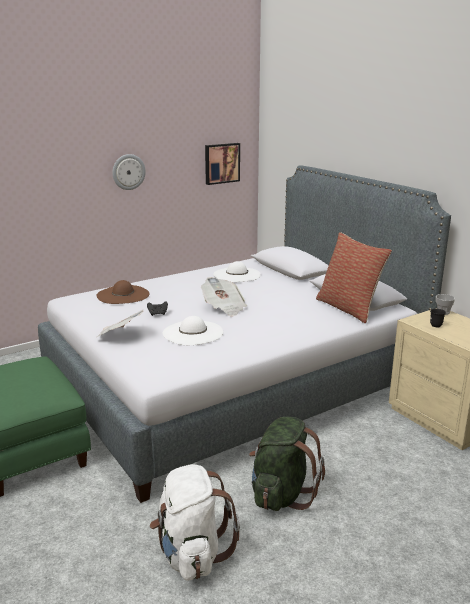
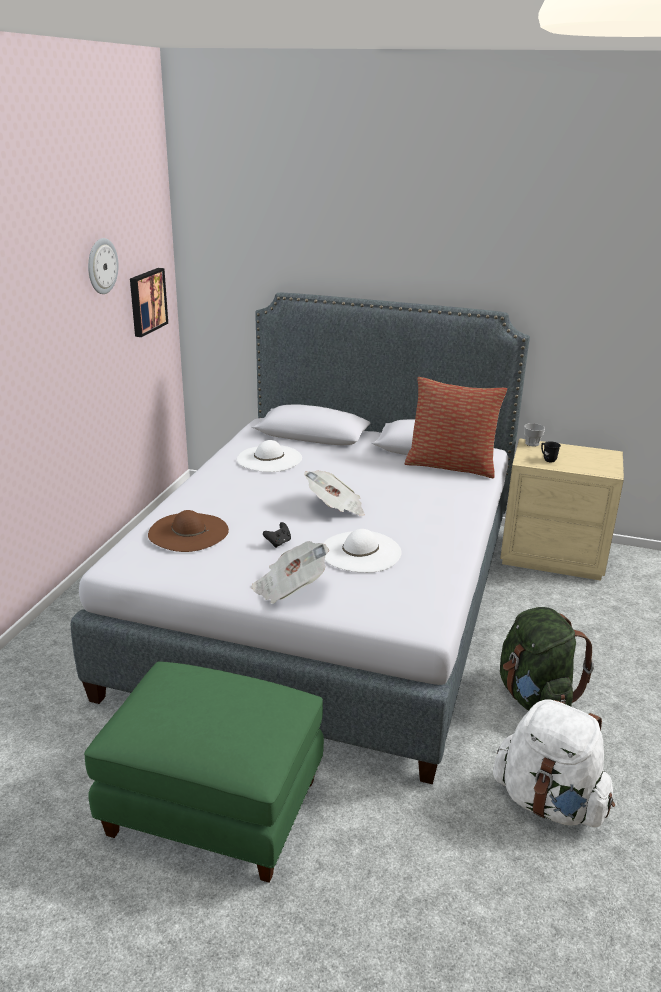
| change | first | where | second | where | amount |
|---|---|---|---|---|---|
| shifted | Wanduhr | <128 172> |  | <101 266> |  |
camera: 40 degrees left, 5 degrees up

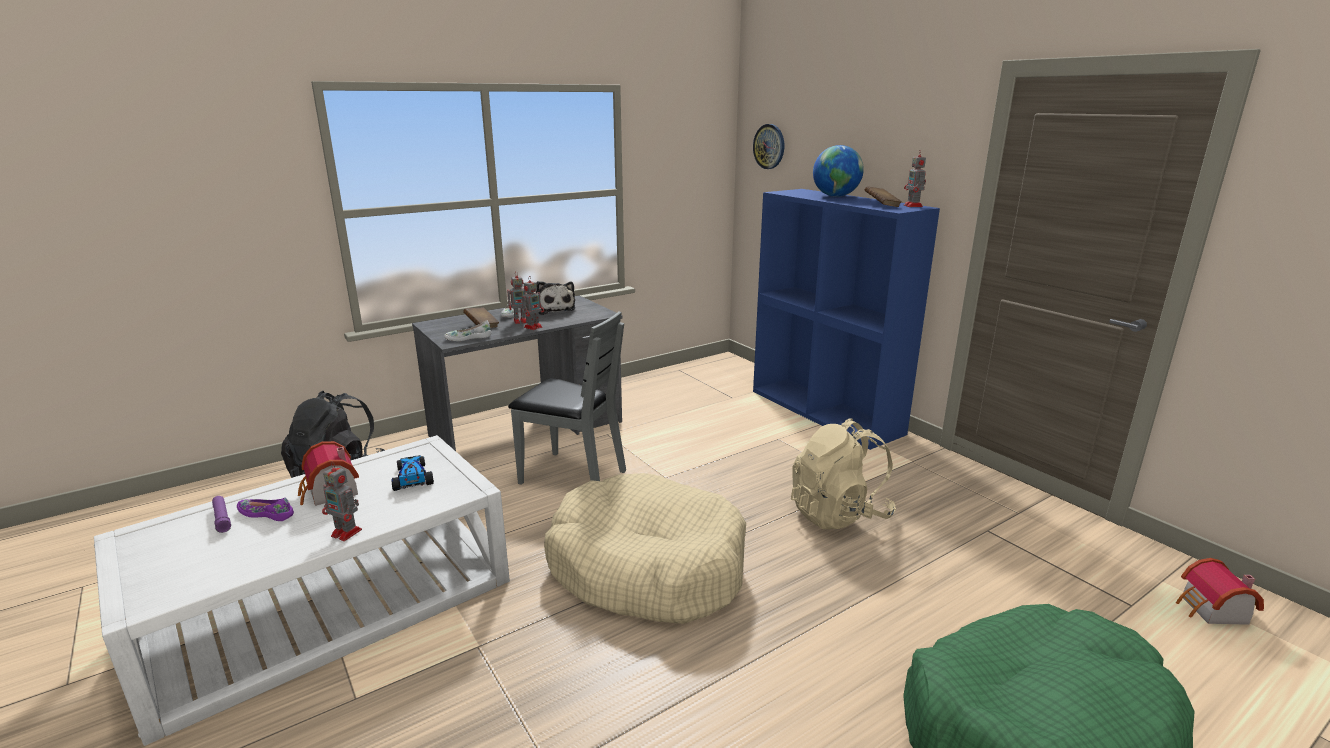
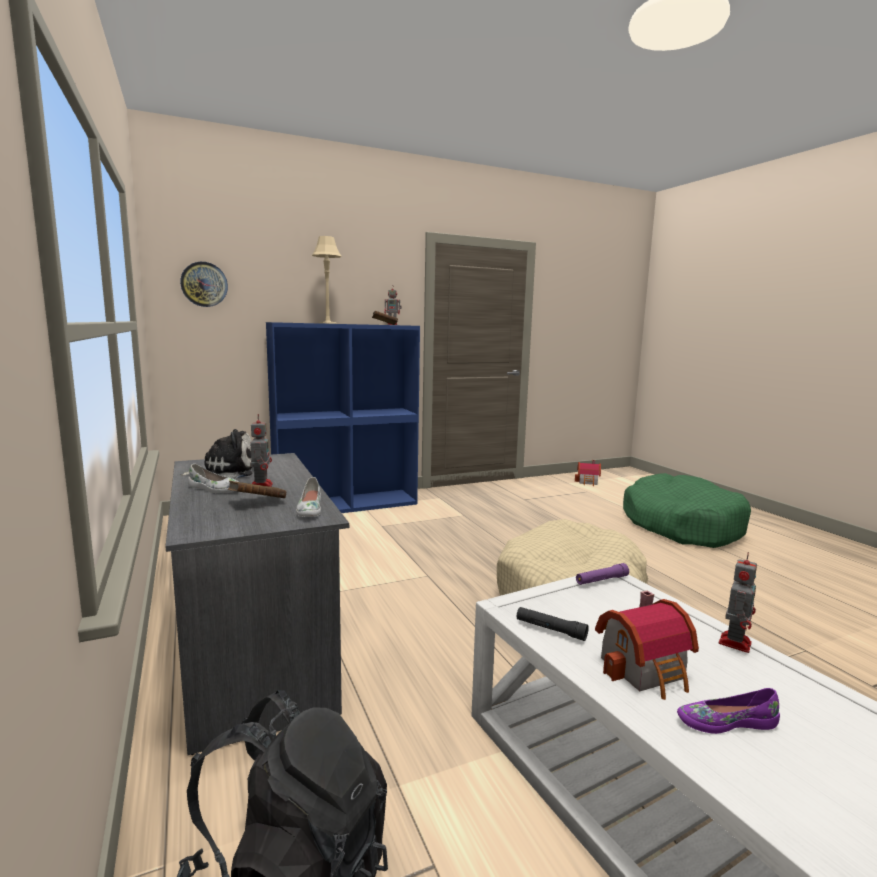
| change | first | where | second | where | amount |
|---|---|---|---|---|---|
| swapped | Globus | <835 196> | Tischlampe [beige] | <327 323> |  |
| gone | Spielzeugroboter | <533 327> |  |  |  |
| gone | Stuhl [grau] | <572 476> |  |  |  |
| gone | Rucksack [beige] | <838 514> |  |  |  |
| gone | Spielzeugauto | <412 476> |  |  |  |
| shifted | Taschenlampe [lila] | <222 518> |  | <601 580> |  |
| rotated | Schuh [lila] | <266 513> |  | <725 721> | 60 degrees clockwise |
| new |  |  | Taschenlampe [schwarz] | <550 629> |  |
camera: 80 degrees left, 10 degrees down

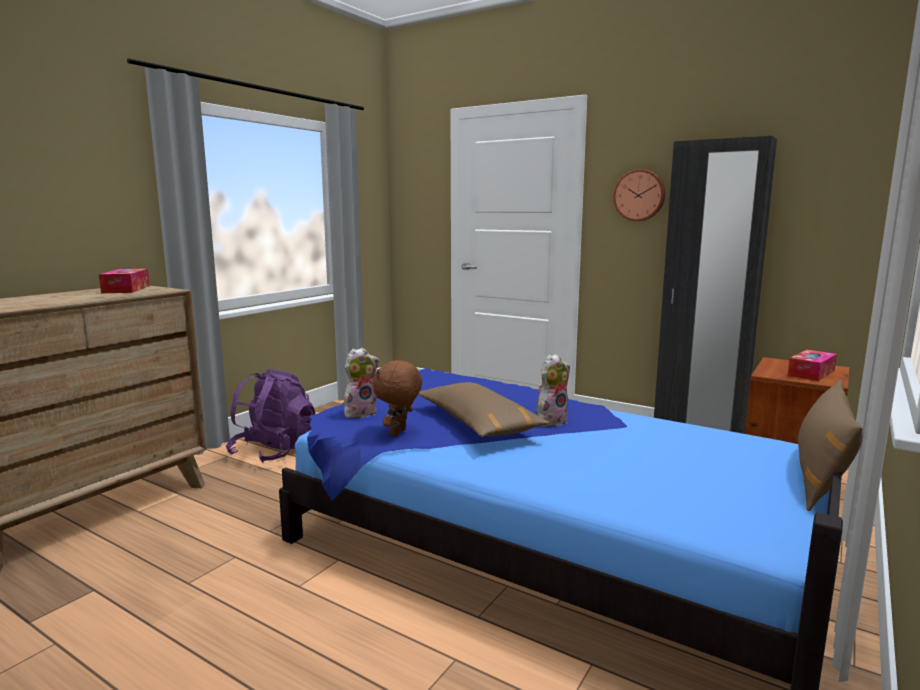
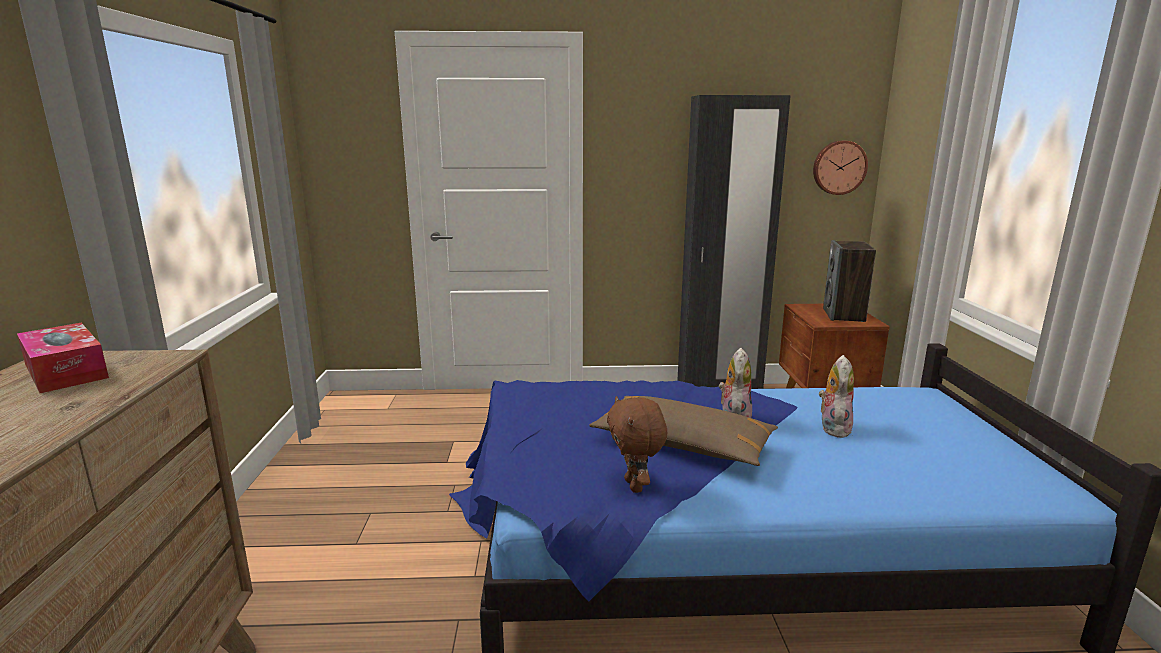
| change | first | where | second | where | amount |
|---|---|---|---|---|---|
| shifted | Wanduhr | <639 195> |  | <839 167> |  |
| shifted | Plüschtier | <360 413> |  | <832 428> |  |
| swapped | Taschentuchbox | <811 373> | Lautsprecher | <844 315> |  |
| gone | Rucksack [lila] | <274 451> |  |  |  |
| gone | Kissen [braun] | <821 477> |  |  |  |
camera: 35 degrees left, 5 degrees up

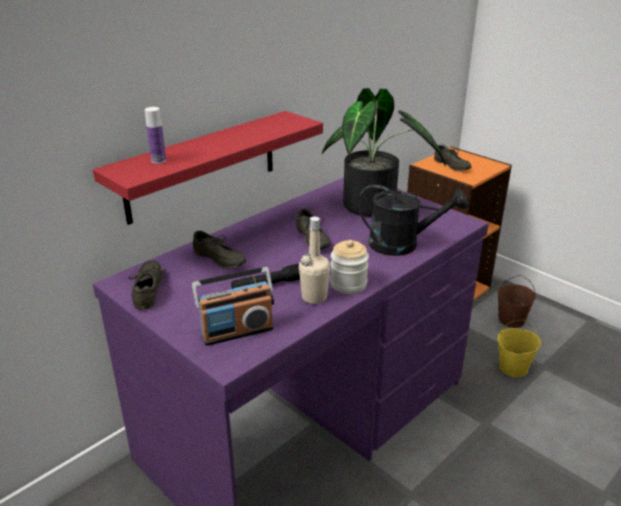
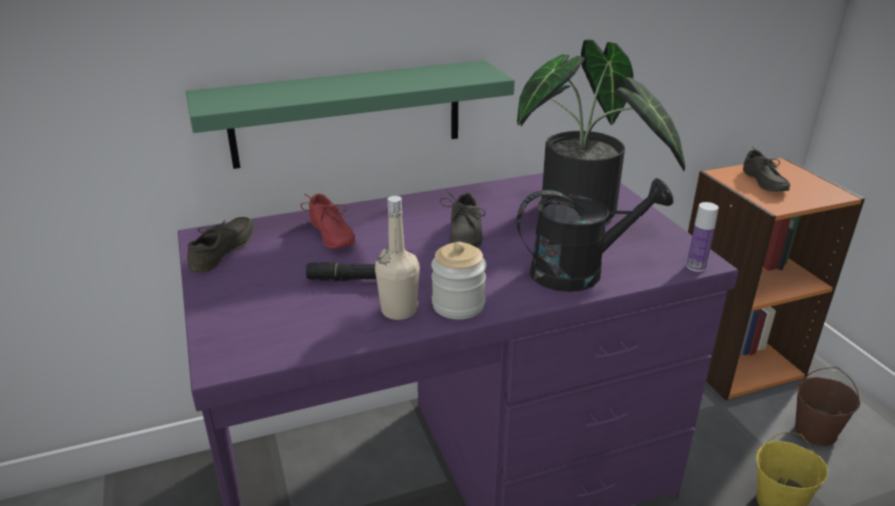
| change | first | where | second | where | amount |
|---|---|---|---|---|---|
| shifted | Flasche | <158 160> |  | <696 266> |  |
| repainted | Wandregal [rot] | <202 166> | Wandregal [grün] | <347 114> |  |
| rotated | Gießkanne [schwarz] | <402 244> |  | <579 271> | 45 degrees counterclockwise |
| repainted | Schuh [grau] | <218 260> | Schuh [rot] | <329 236> |  |
| gone | Radio | <237 332> |  |  |  |
camera: 25 degrees right, 0 degrees up

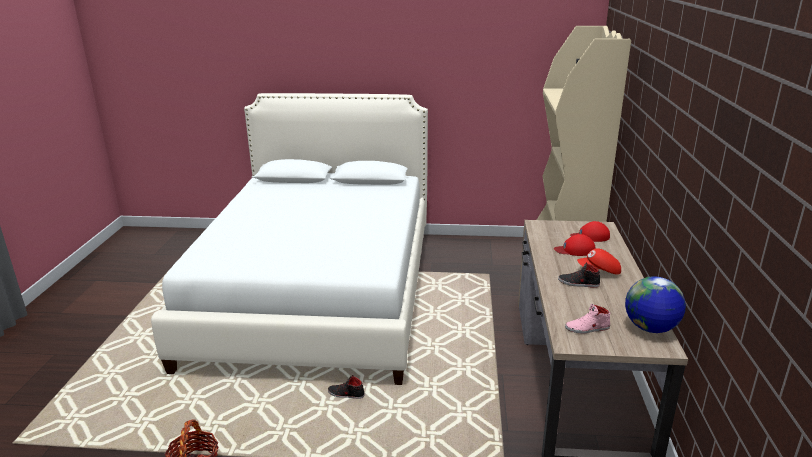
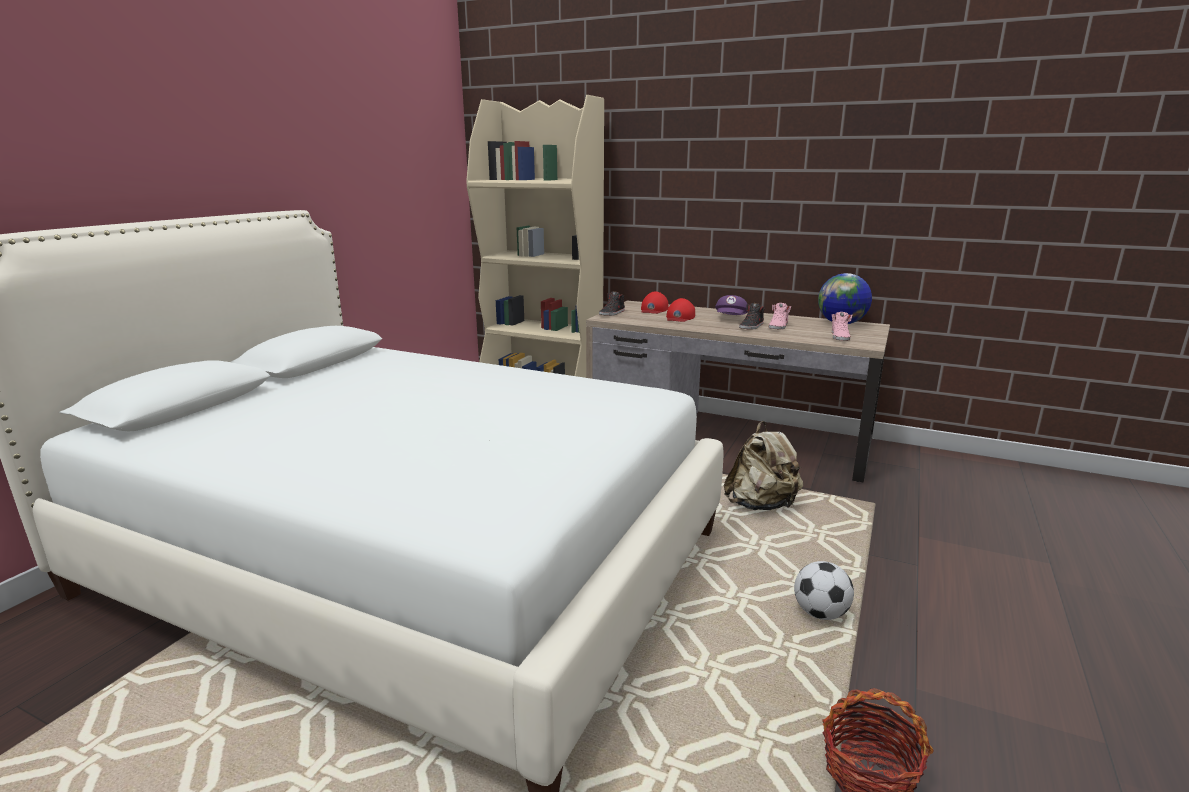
| change | first | where | second | where | amount |
|---|---|---|---|---|---|
| repainted | Kappe [rot] | <599 271> | Kappe [lila] | <731 318> |  |
| shifted | Schuh [schwarz] | <346 394> |  | <612 313> |  |
| new |  |  | Schuh [rosa] | <778 326> |  |
| new |  |  | Rucksack [beige] | <761 505> |  |
| new |  |  | Fußball | <820 613> |  |
camera: 70 degrees left, 5 degrees down

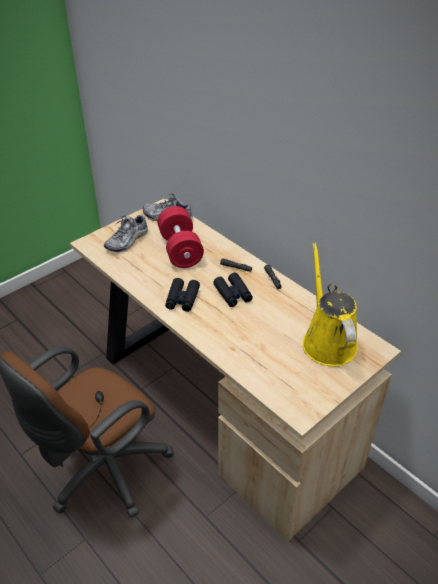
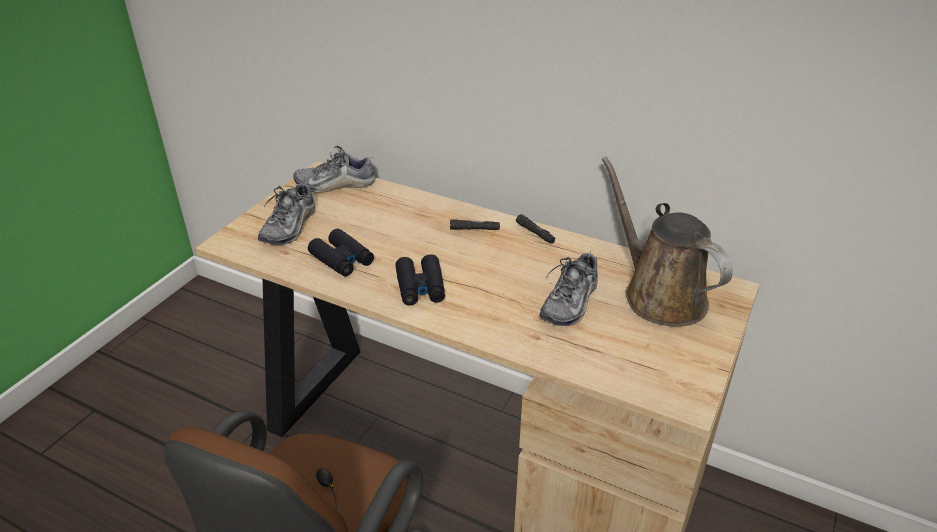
| change | first | where | second | where | amount |
|---|---|---|---|---|---|
| gone | Hantel [rot] | <180 250> |  |  |  |
| repainted | Gießkanne [gelb] | <327 341> | Gießkanne [braun] | <659 294> |  |
| shifted | Fernglas [schwarz] | <233 294> |  | <342 259> |  |
| new |  |  | Schuh | <570 302> |  |
camera: 20 degrees left, 5 degrees down

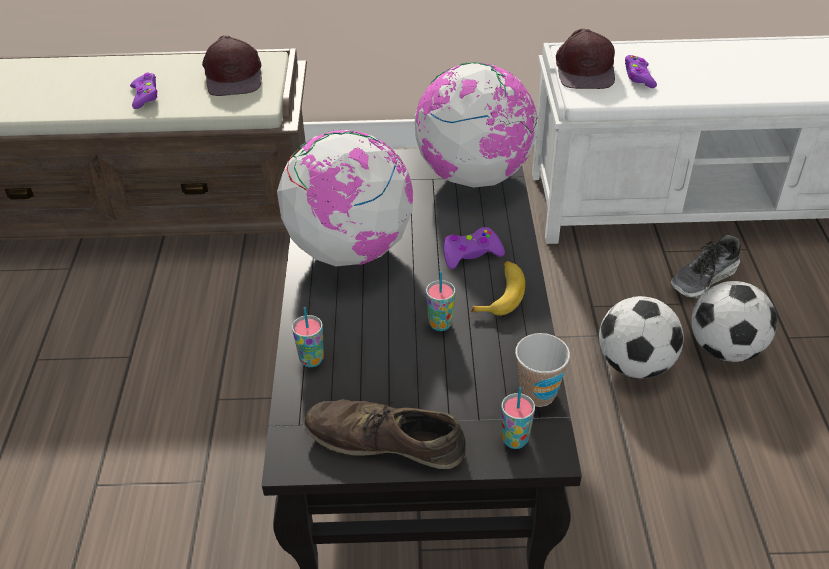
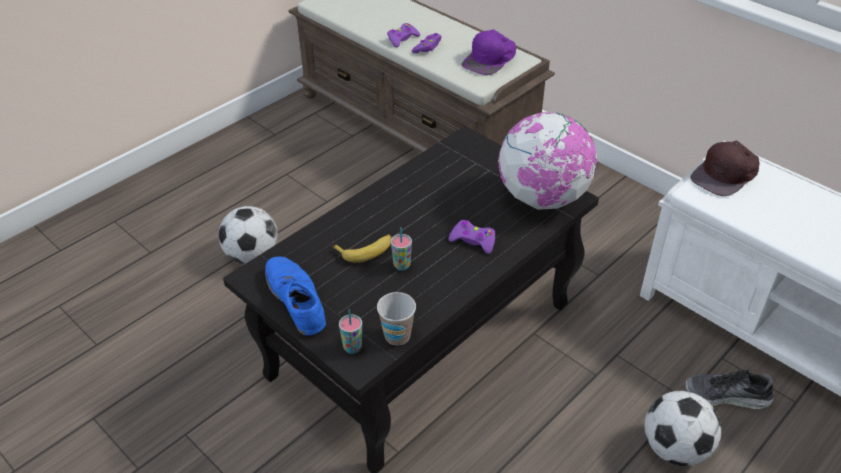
| change | first | where | second | where | amount |
|---|---|---|---|---|---|
| repainted | Kappe [braun] | <234 75> | Kappe [lila] | <490 59> |  |
| shifted | Gamepad [lila] | <638 77> |  | <402 39> |  |
| gone | Globus | <350 249> |  |  |  |
| shifted | Banane | <501 294> |  | <366 251> |  |
| shifted | Fußball | <634 364> |  | <252 256> |  |
| gone | Tasse | <311 360> |  |  |  |
| repainted | Schuh [braun] | <385 441> | Schuh [blau] | <296 300> |  |
camera: 45 degrees right, 0 degrees up

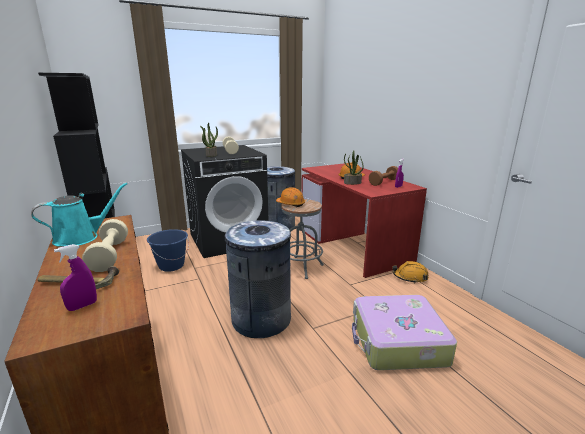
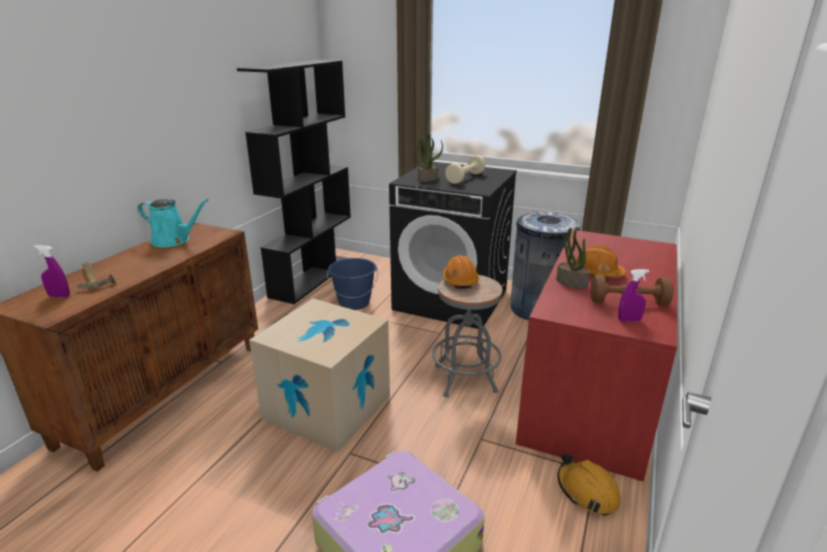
| change | first | where | second | where | amount |
|---|---|---|---|---|---|
| gone | Hantel [beige] | <109 255> |  |  |  |
| swapped | Mülleimer [grau] | <261 319> | Karton | <327 407> |  |
camera: 50 degrees right, 5 degrees up

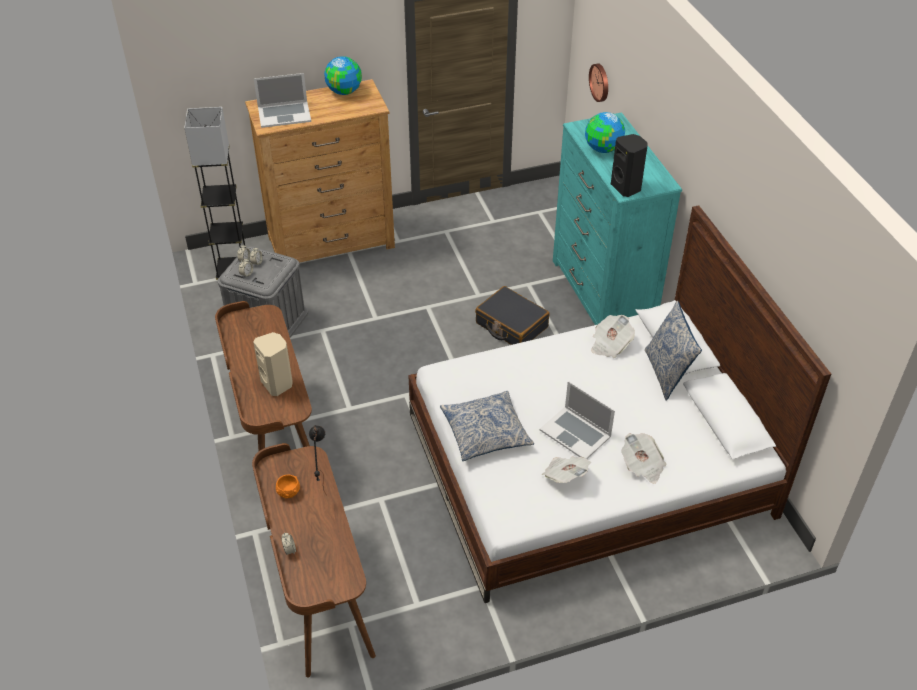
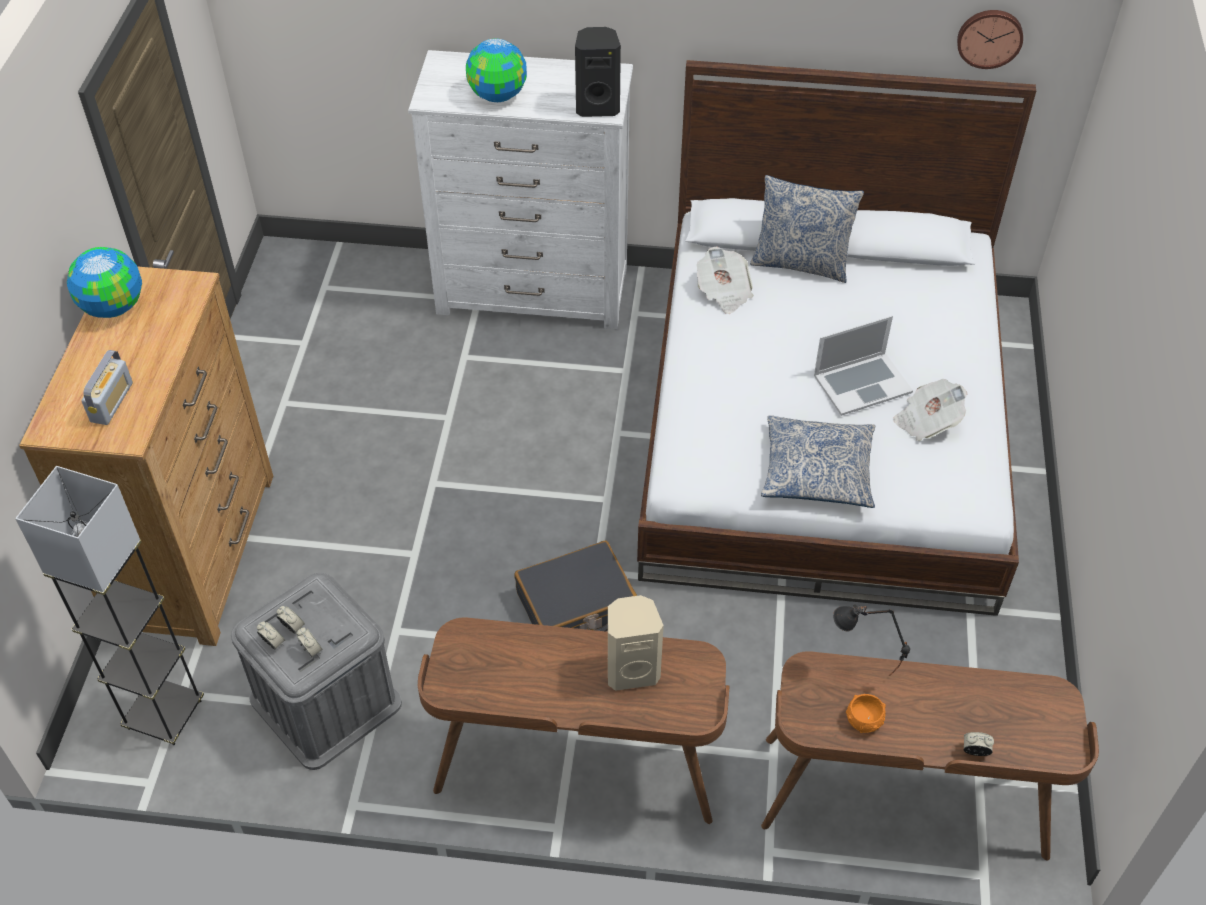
| change | first | where | second | where | amount |
|---|---|---|---|---|---|
| shifted | Wanduhr | <600 82> |  | <989 37> |  |
| swapped | Laptop | <284 114> | Radio | <112 402> |  |
| repainted | Kommode [türkis] | <602 293> | Kommode [weiß] | <533 291> |  |
| shifted | Koffer [schwarz] | <511 325> |  | <576 605> |  |
| gone | Zeitung | <642 466> |  |  |  |
camera: 65 degrees left, 5 degrees up

